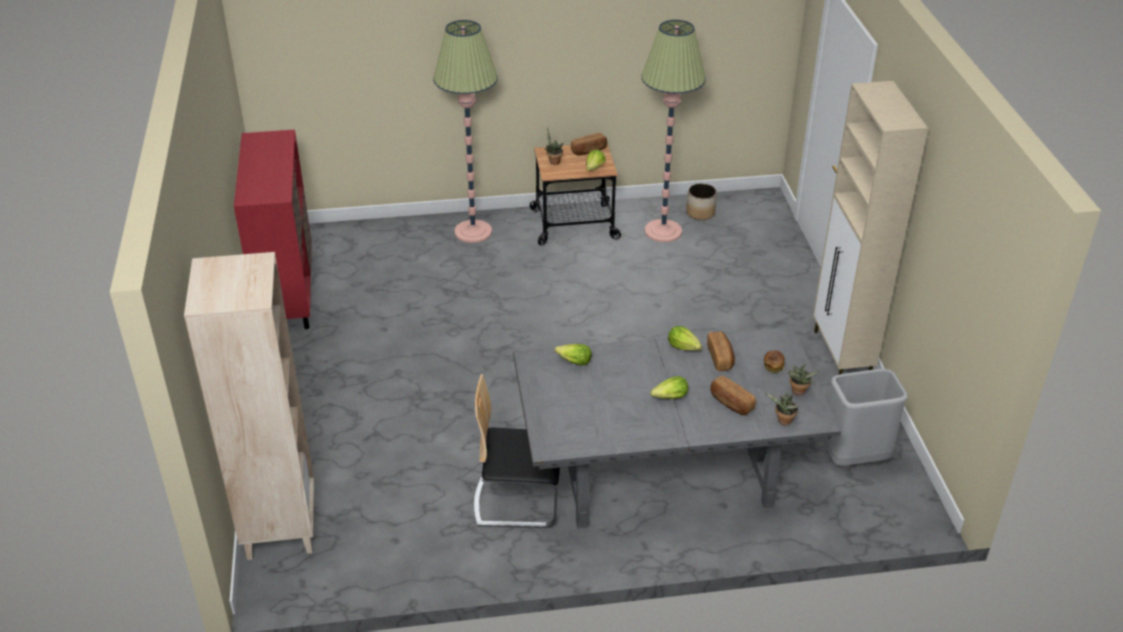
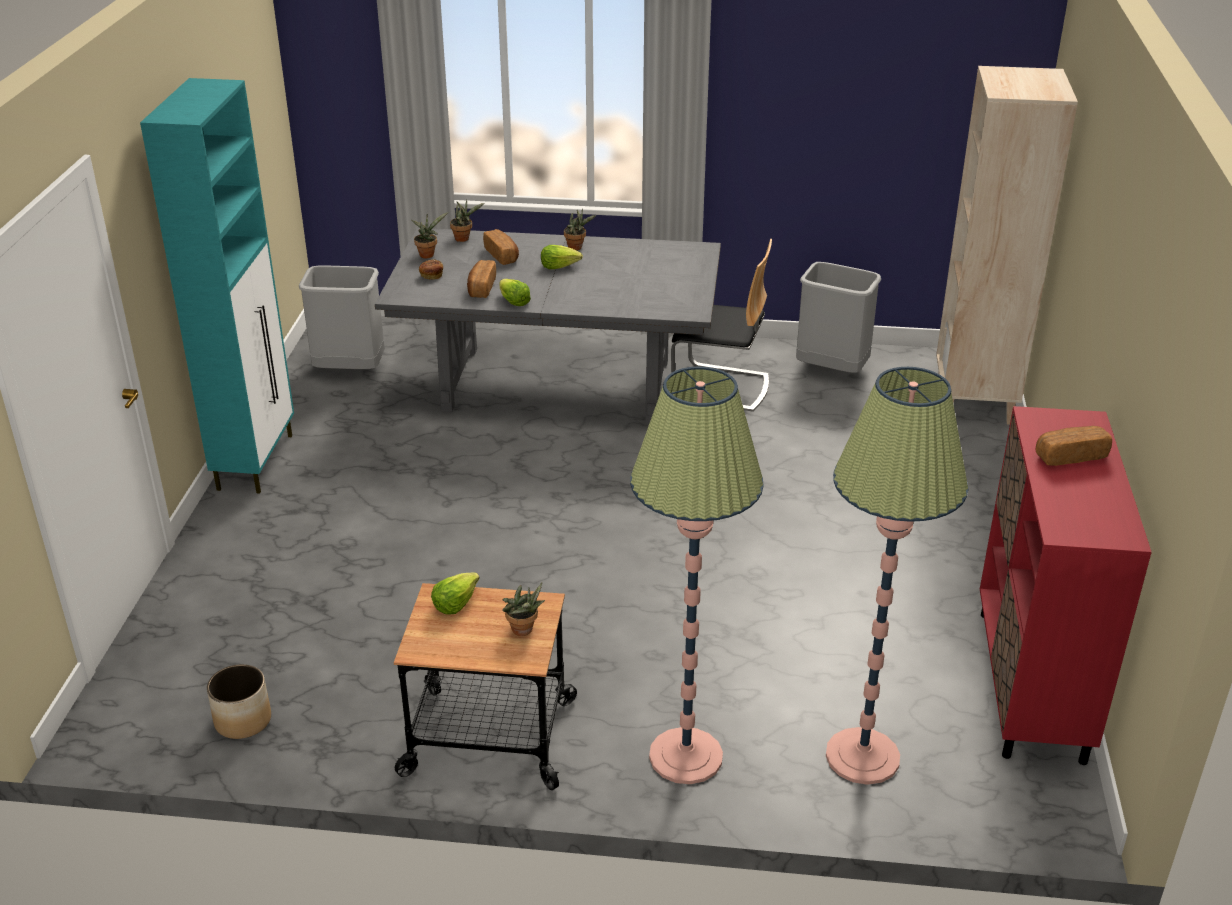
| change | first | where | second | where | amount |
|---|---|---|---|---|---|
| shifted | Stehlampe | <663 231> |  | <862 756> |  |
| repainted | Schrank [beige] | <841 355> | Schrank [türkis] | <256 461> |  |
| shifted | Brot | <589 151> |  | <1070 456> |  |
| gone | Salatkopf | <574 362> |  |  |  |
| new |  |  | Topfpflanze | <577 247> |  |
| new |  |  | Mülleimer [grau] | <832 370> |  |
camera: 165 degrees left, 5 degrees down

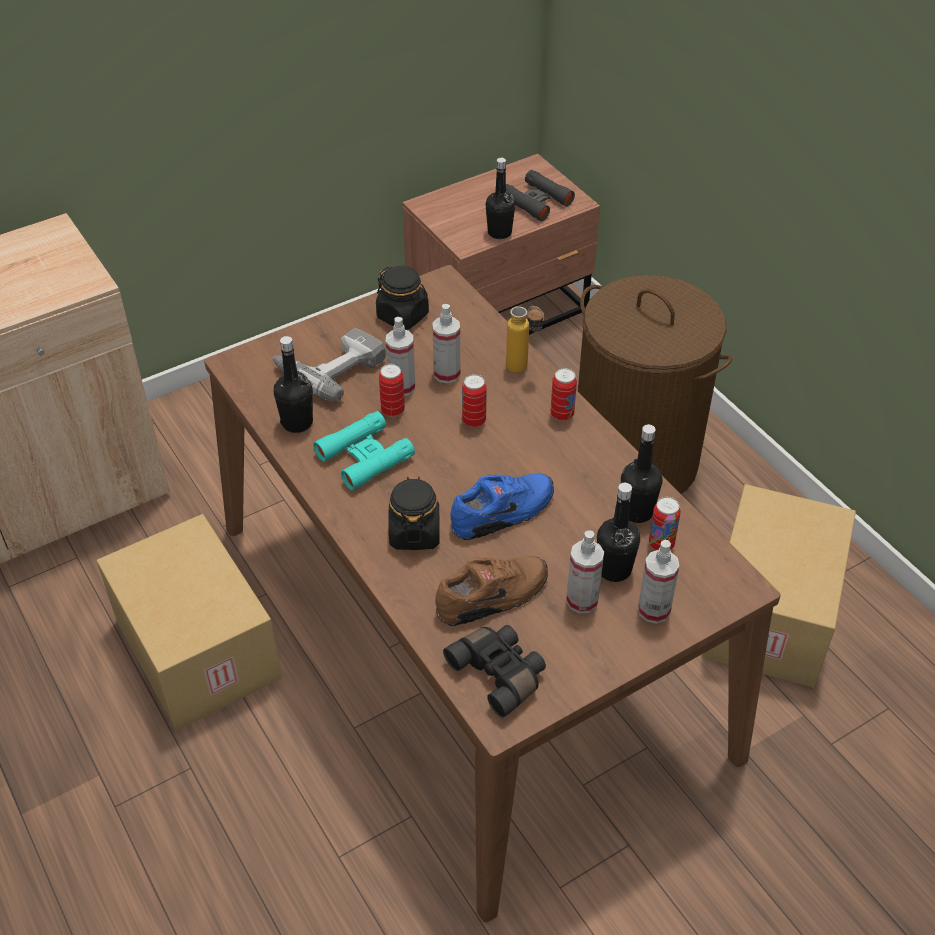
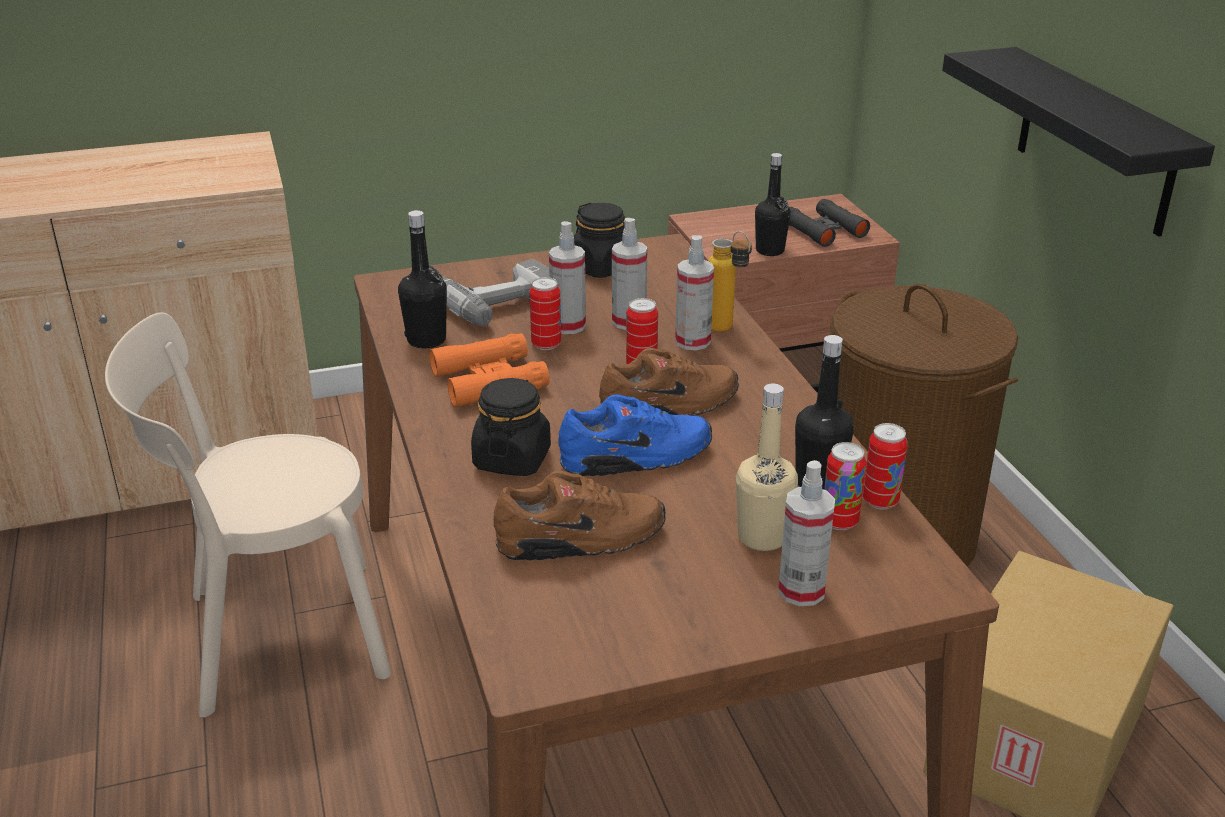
| change | first | where | second | where | amount |
|---|---|---|---|---|---|
| shifted | Dose | <562 415> |  | <880 501> |  |
| repainted | Fernglas [türkis] | <365 457> | Fernglas [orange] | <489 380> |  |
| repainted | Flasche [schwarz] | <614 569> | Flasche [beige] | <762 537> |  |
| swapped | Karton | <194 649> | Stuhl [beige] | <275 637> |  |
| shifted | Sprühflasche | <582 600> |  | <692 341> |  |
| gone | Fernglas [schwarz] | <500 673> |  |  |  |
| new |  |  | Wandregal [schwarz] | <1095 141> |  |
| new |  |  | Schuh [braun] | <670 407> |  |
camera: 15 degrees right, 15 degrees down

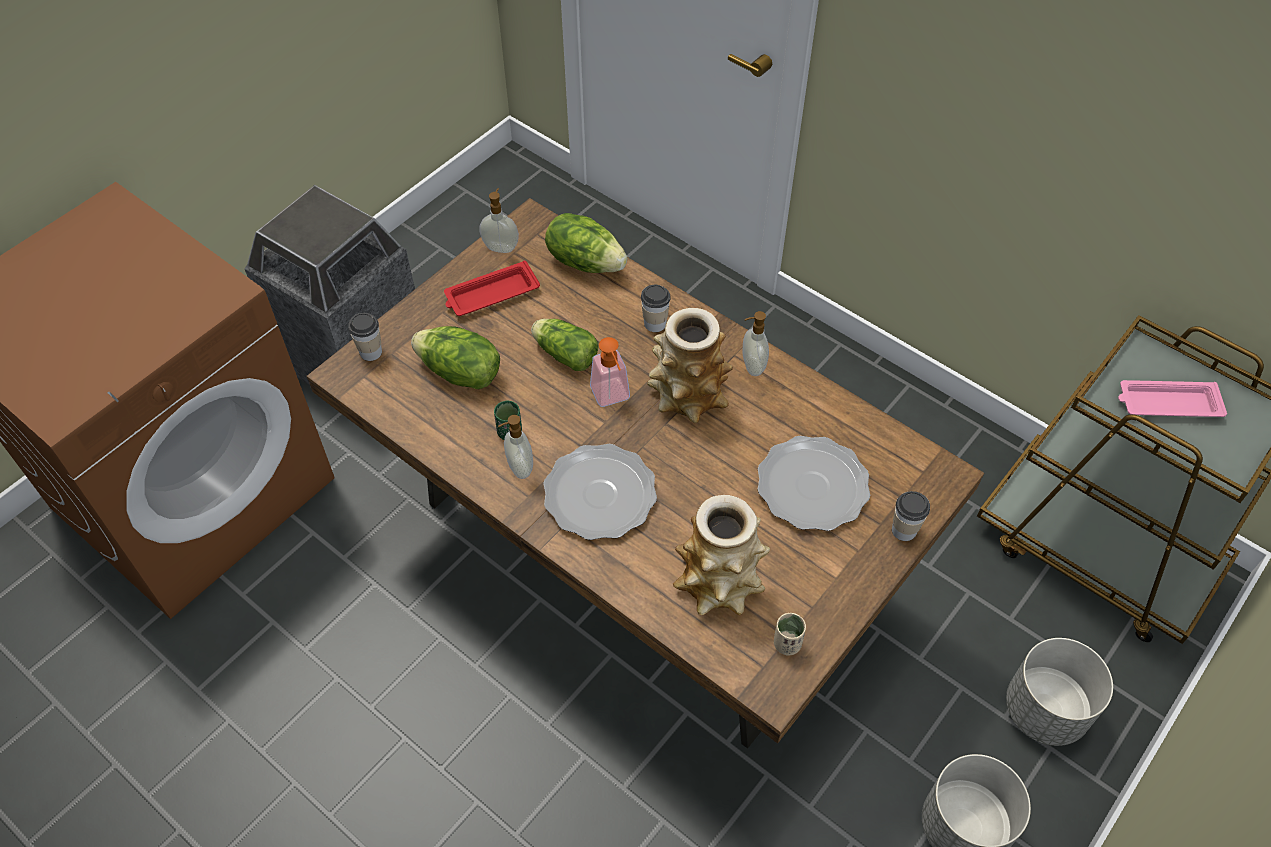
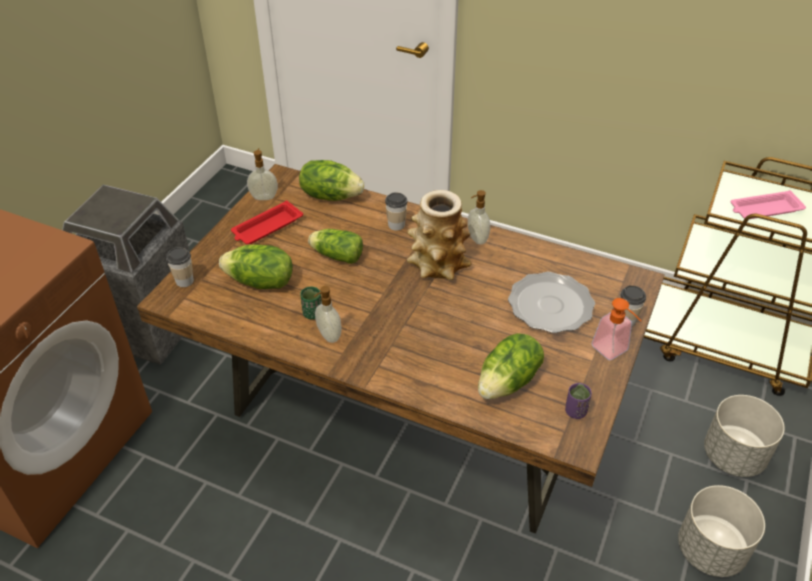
| change | first | where | second | where | amount |
|---|---|---|---|---|---|
| shifted | Seifenspender | <612 398> |  | <614 352> |  |
| gone | Teller | <600 495> |  |  |  |
| swapped | Vase | <718 583> | Salatkopf | <509 382> |  |
| repainted | Tasse [beige] | <787 643> | Tasse [lila] | <575 411> |  |
camera: 15 degrees left, 10 degrees down

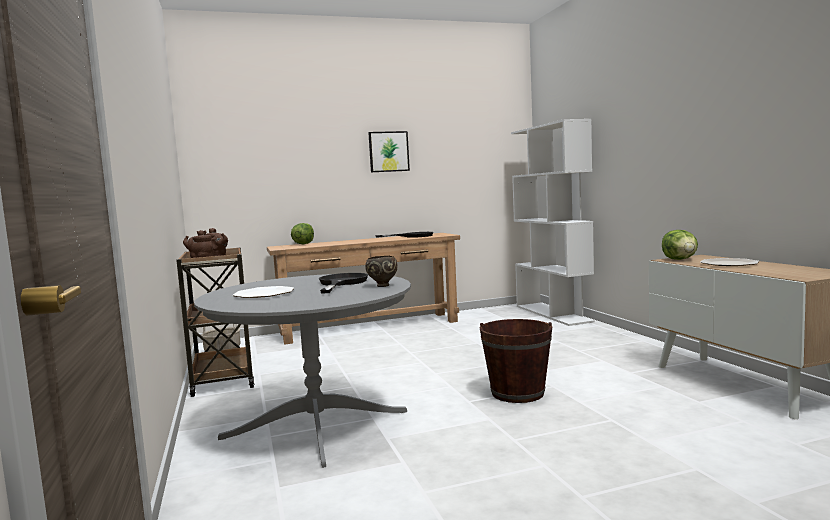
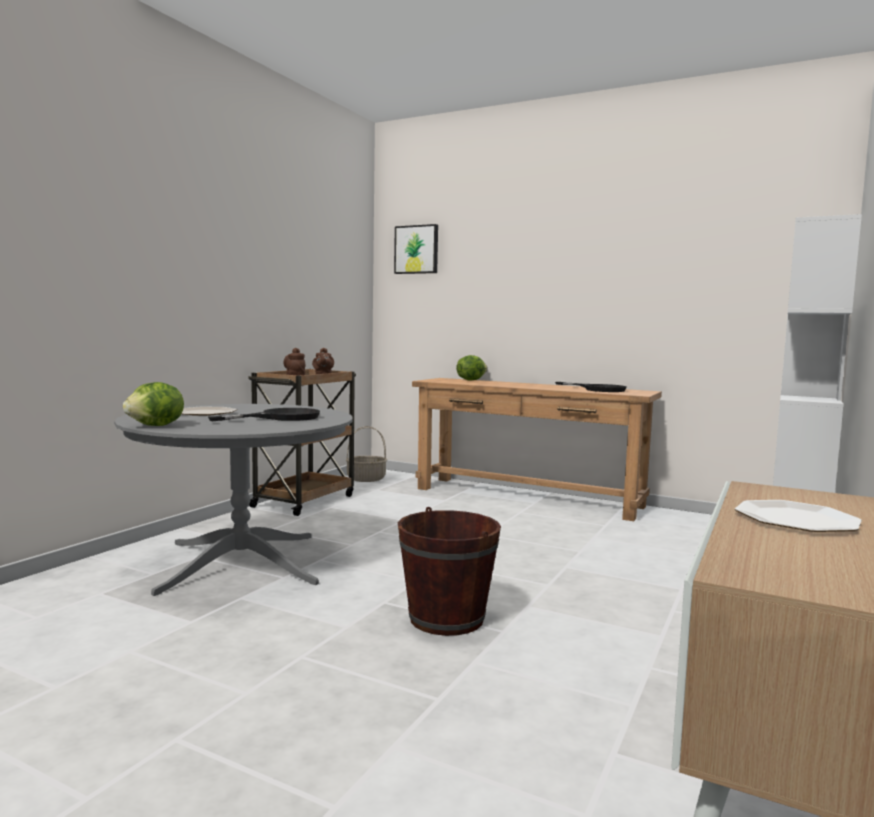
| change | first | where | second | where | amount |
|---|---|---|---|---|---|
| shifted | Bild | <388 151> |  | <417 249> |  |
| shifted | Salatkopf | <680 259> |  | <156 426> |  |
| gone | Schüssel [braun] | <382 285> |  |  |  |
camera: 45 degrees right, 0 degrees up

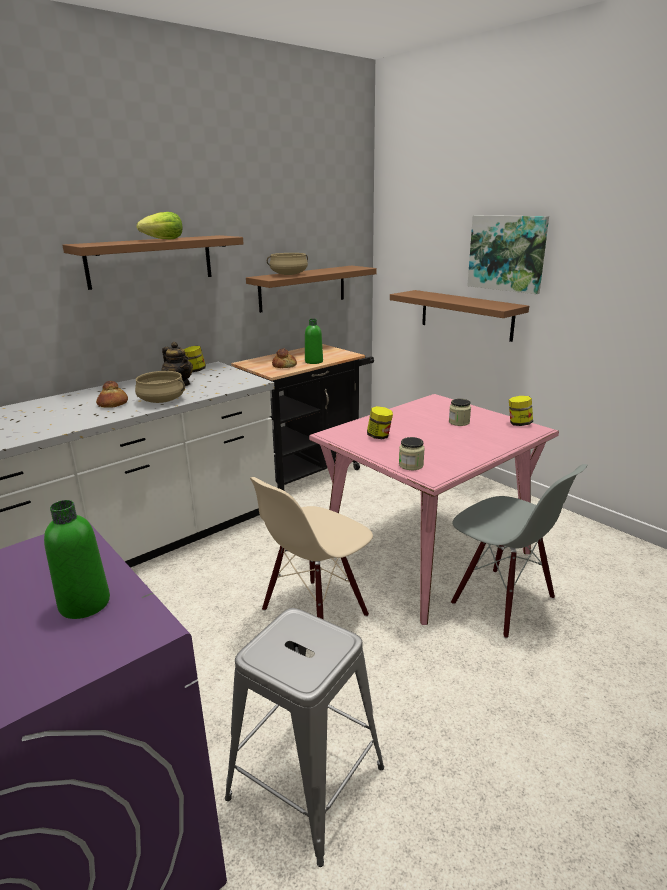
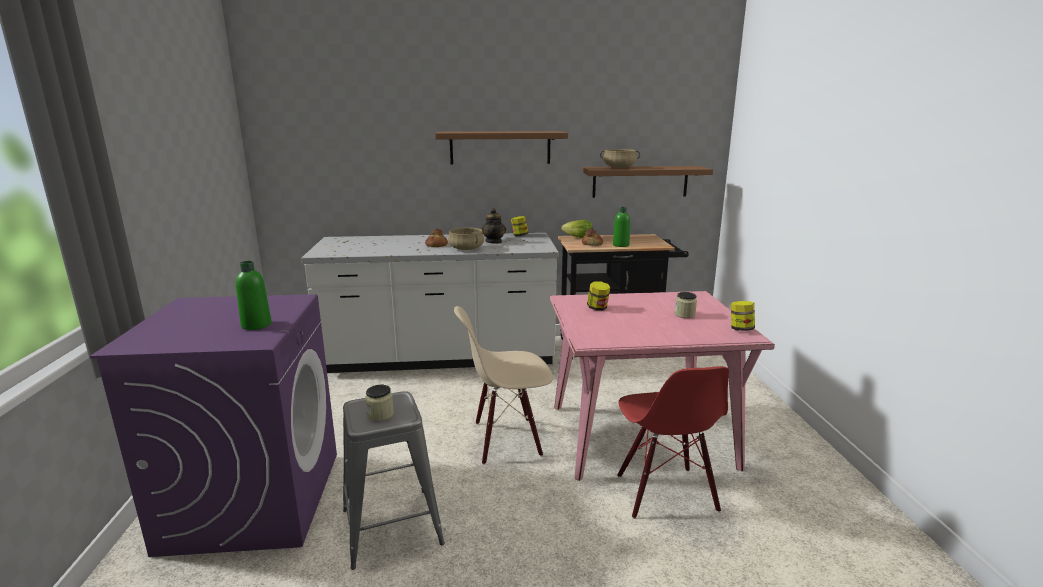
| change | first | where | second | where | amount |
|---|---|---|---|---|---|
| shifted | Salatkopf | <164 239> |  | <578 238> |  |
| gone | Bild | <507 253> |  |  |  |
| gone | Wandregal [braun] | <466 315> |  |  |  |
| shifted | Vorratsglas | <411 465> |  | <380 414> |  |
| repainted | Stuhl [grau] | <502 601> | Stuhl [rot] | <664 493> |  |
camera: 35 degrees right, 5 degrees down

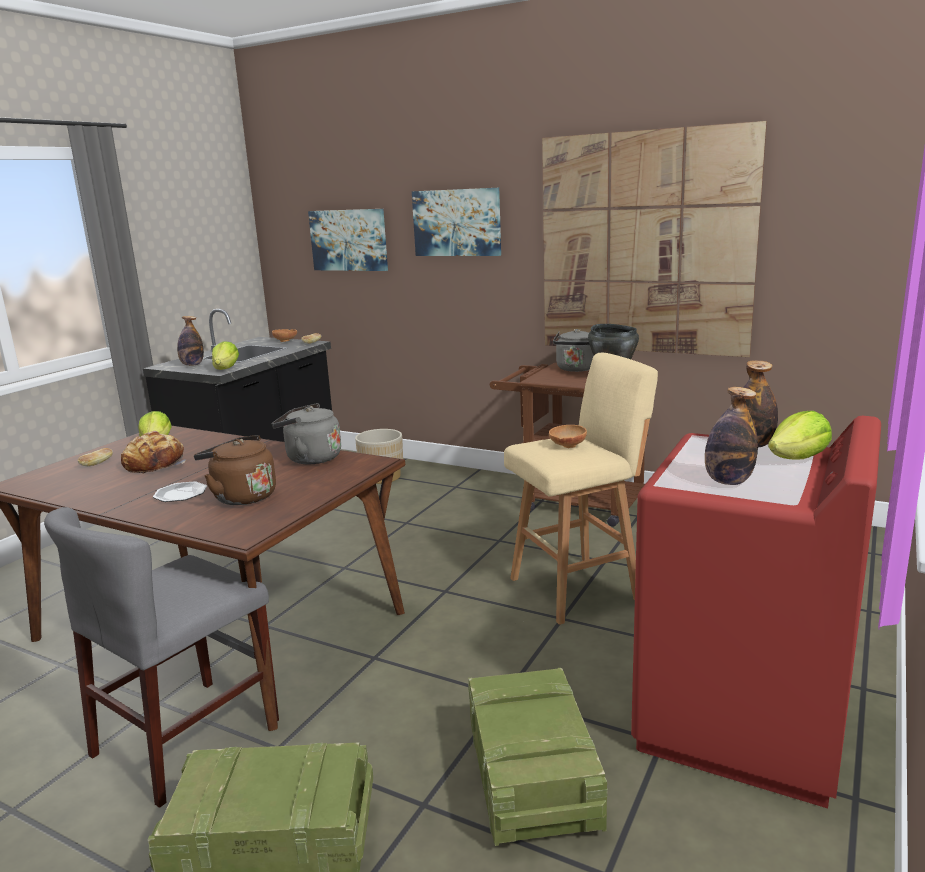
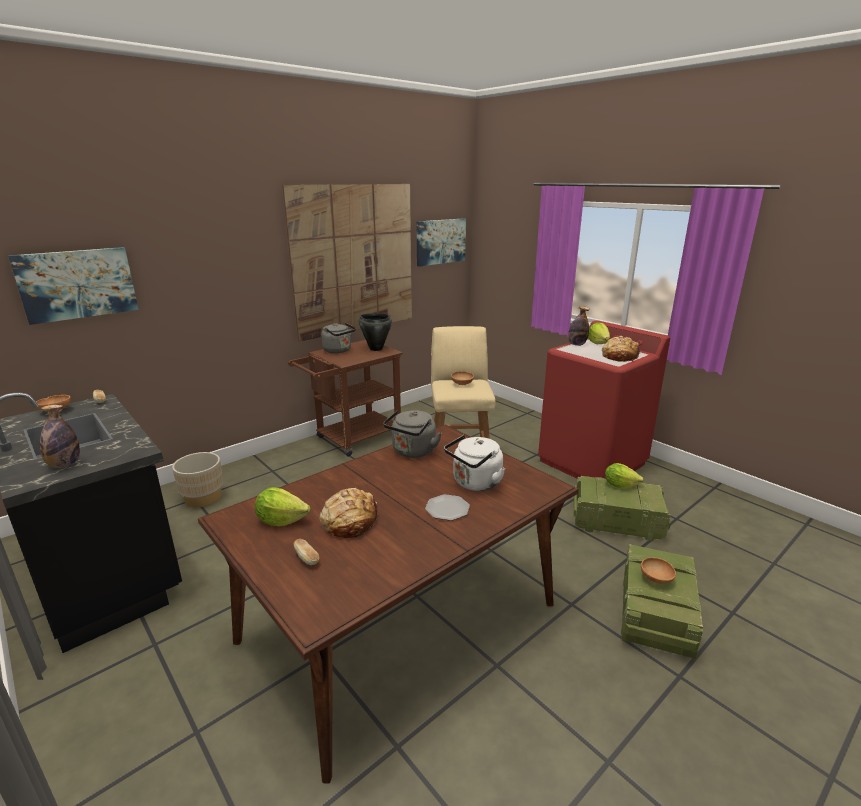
| change | first | where | second | where | amount |
|---|---|---|---|---|---|
| shifted | Bild | <457 222> |  | <440 241> |  |
| shifted | Salatkopf | <226 368> |  | <620 485> |  |
| swapped | Flasche | <728 481> | Brot | <619 356> |  |
| repainted | Wasserkessel [braun] | <241 496> | Wasserkessel [weiß] | <475 483> |  |
| gone | Stuhl [grau] | <187 737> |  |  |  |
| new |  |  | Schüssel [braun] | <656 579> |  |
camera: 70 degrees left, 5 degrees up

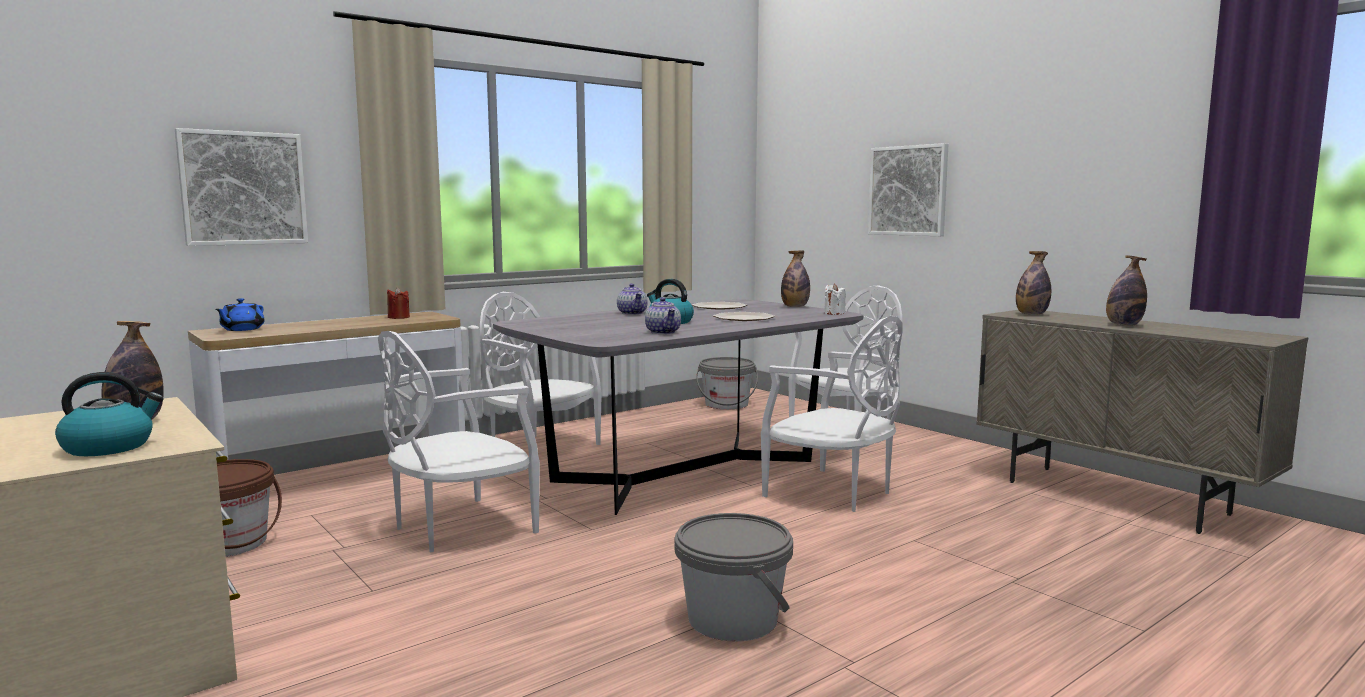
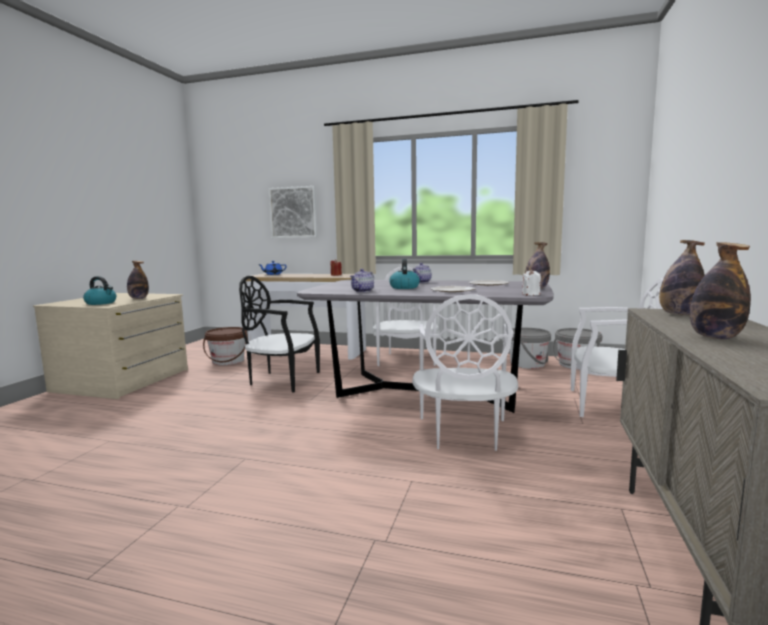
| change | first | where | second | where | amount |
|---|---|---|---|---|---|
| gone | Bild | <908 190> |  |  |  |
| repainted | Stuhl [weiß] | <459 527> | Stuhl [schwarz] | <282 380> |  |
| shifted | Eimer [grau] | <733 619> |  | <527 364> |  |
camera: 55 degrees right, 0 degrees up

